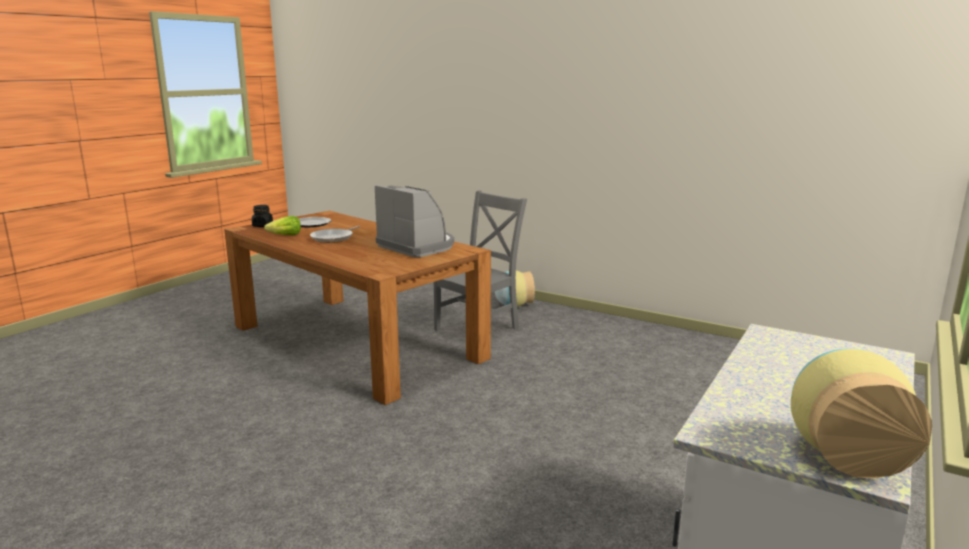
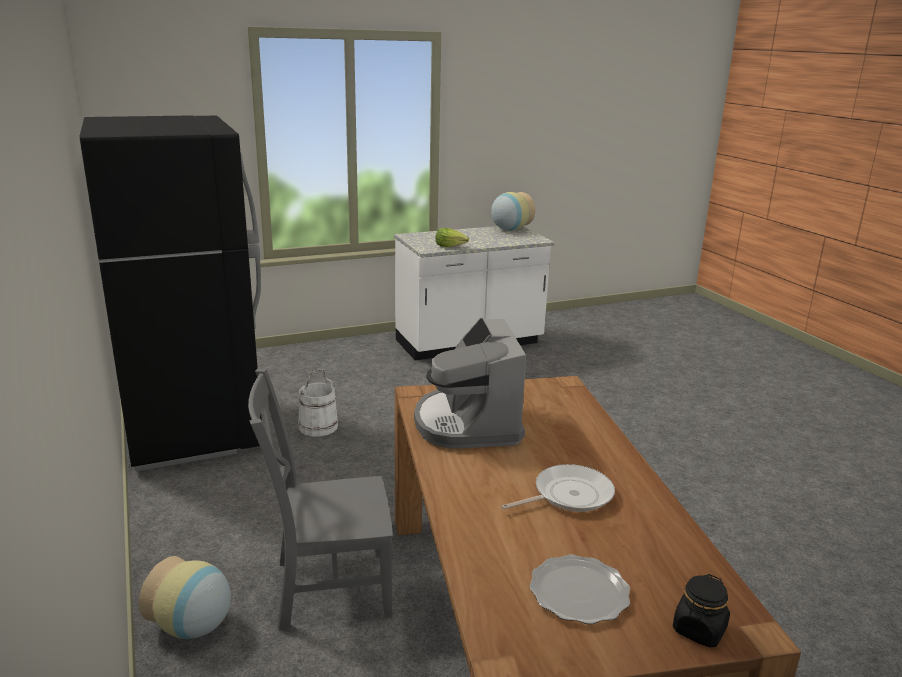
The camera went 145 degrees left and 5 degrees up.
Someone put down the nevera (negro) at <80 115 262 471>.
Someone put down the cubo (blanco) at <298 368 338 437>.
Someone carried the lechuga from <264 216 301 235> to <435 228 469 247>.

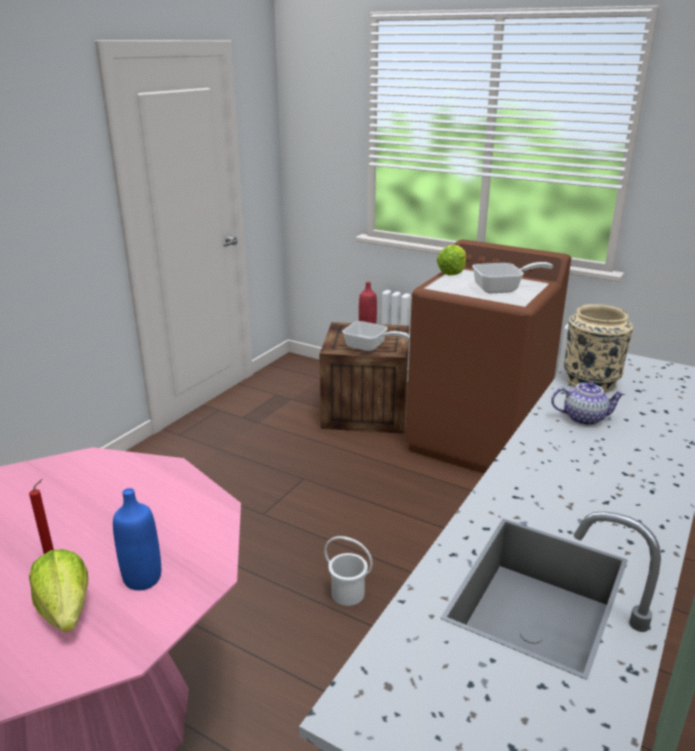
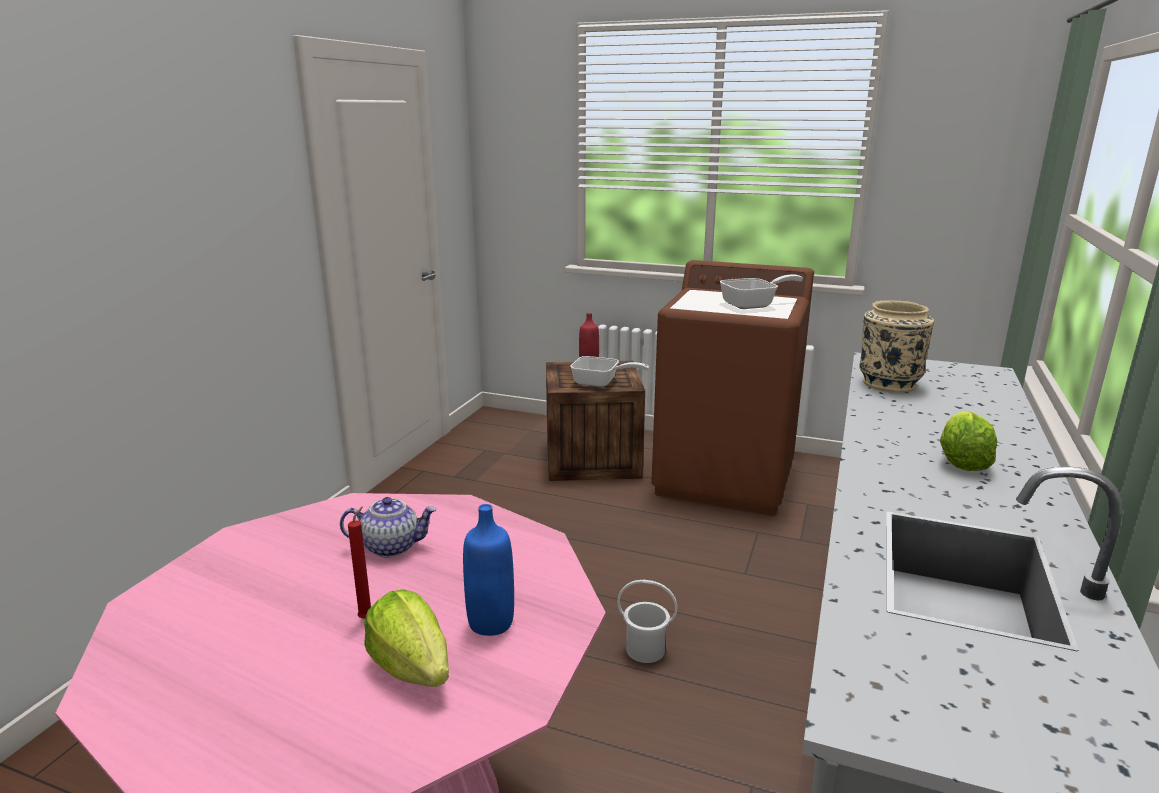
The camera went 10 degrees left and 5 degrees down.
Someone carried the lechuga from <437 245 466 275> to <940 411 998 471>.
Someone carried the tetera from <551 381 625 425> to <340 497 437 557>.

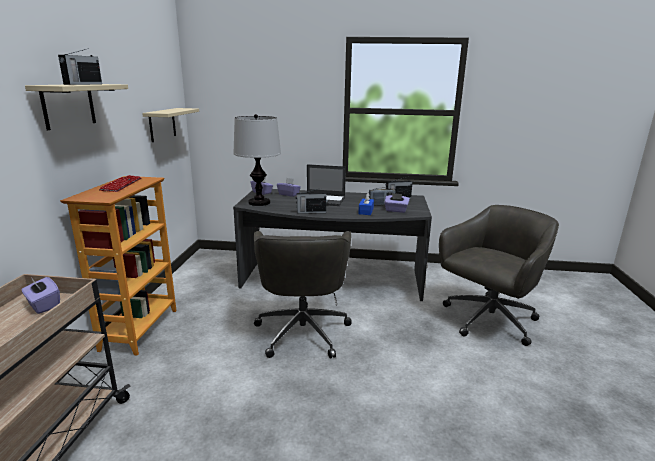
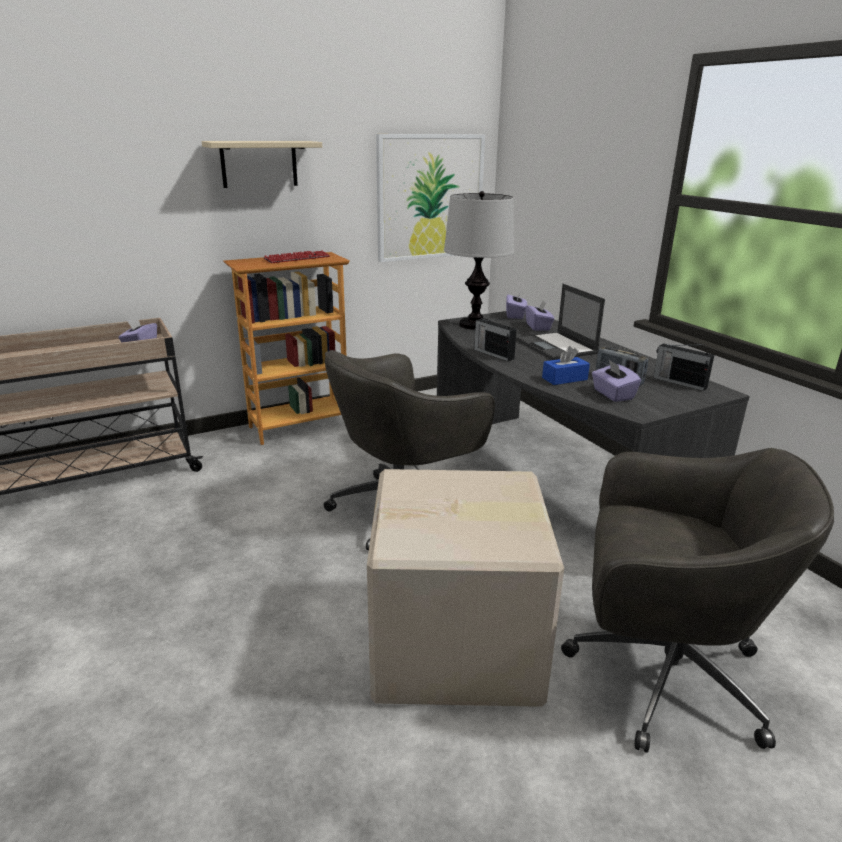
The camera went 55 degrees right and 5 degrees up.
Someone took away the radio at <58 48 102 85>.
Someone put down the caja de cartón at <367 469 564 707>.
Someone swapped the estante (beis) at <142 108 199 142> for the cuadro at <376 134 485 262>.

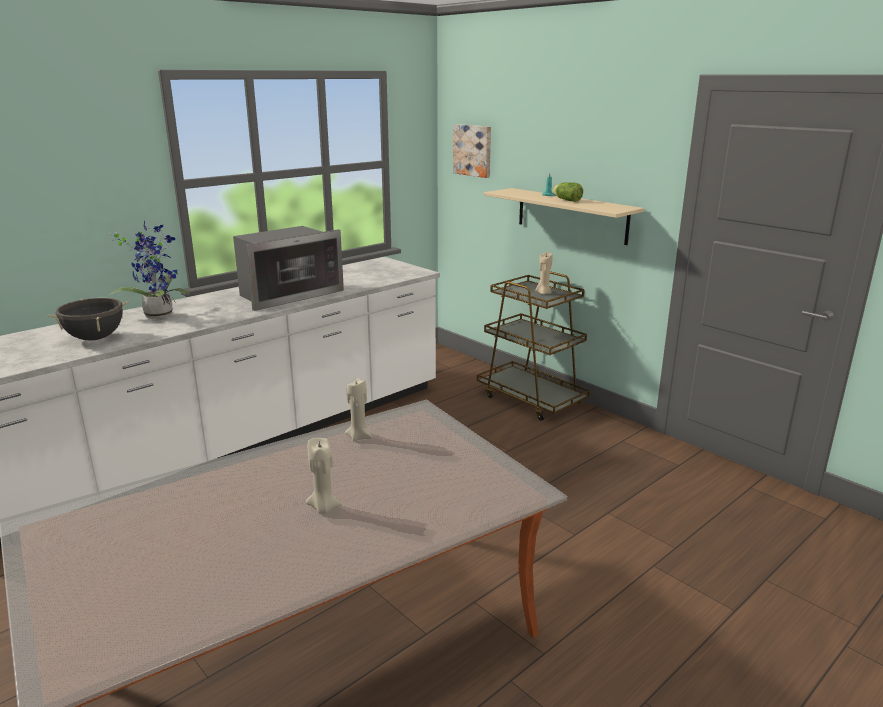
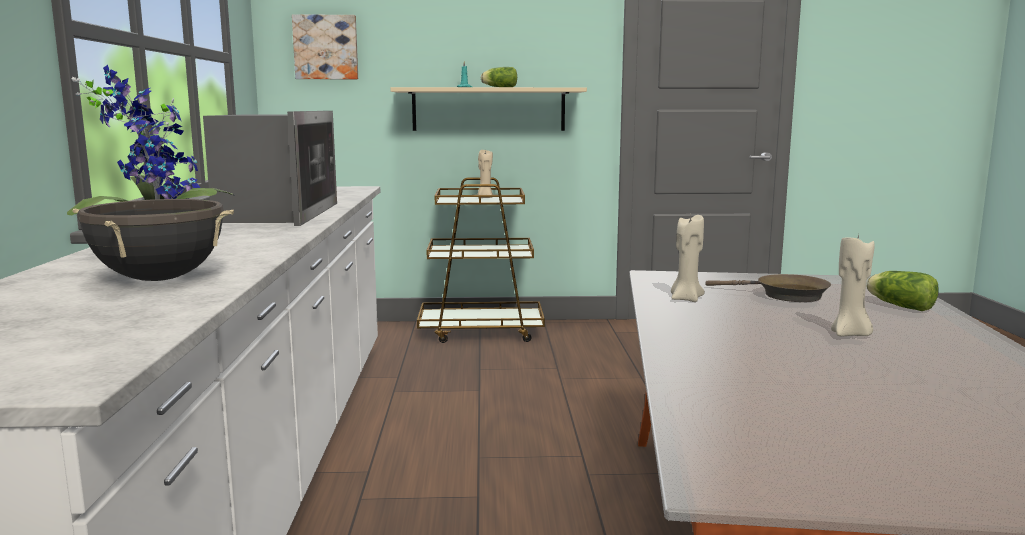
The camera went 50 degrees left and 10 degrees down.
Someone put down the sartén (marrón) at <705 274 831 302>.
Someone put down the lechuga at <866 271 939 311>.

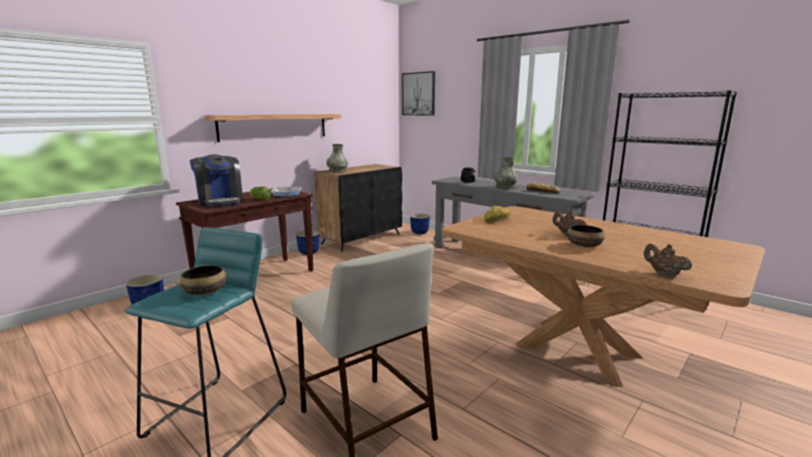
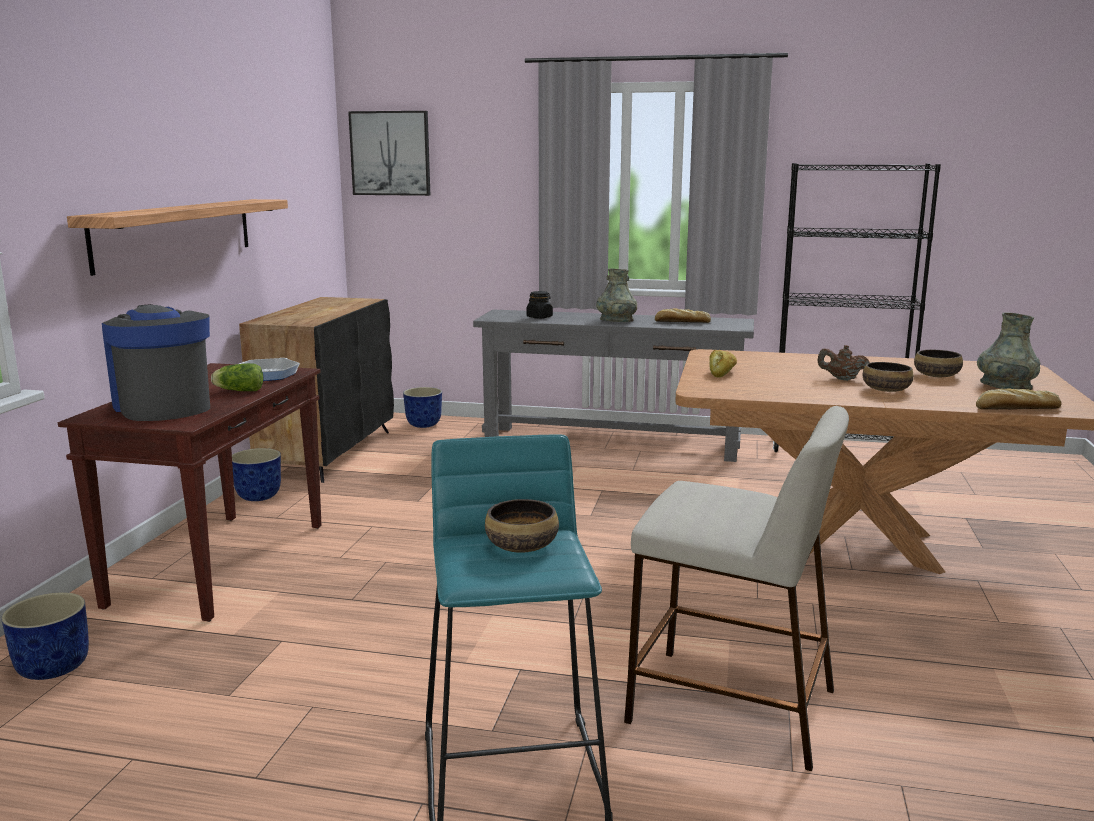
The camera went 30 degrees left and 0 degrees up.
Someone put down the cuenco at <914 350 963 377>.
Someone carried the florero (gris) from <326 144 348 173> to <977 312 1041 390>.
Someone swapped the tetera (marrón) at <644 244 692 277> for the pan at <976 389 1062 409>.
Someone rotated the cafetera at <190 154 243 206> by 150 degrees counterclockwise.

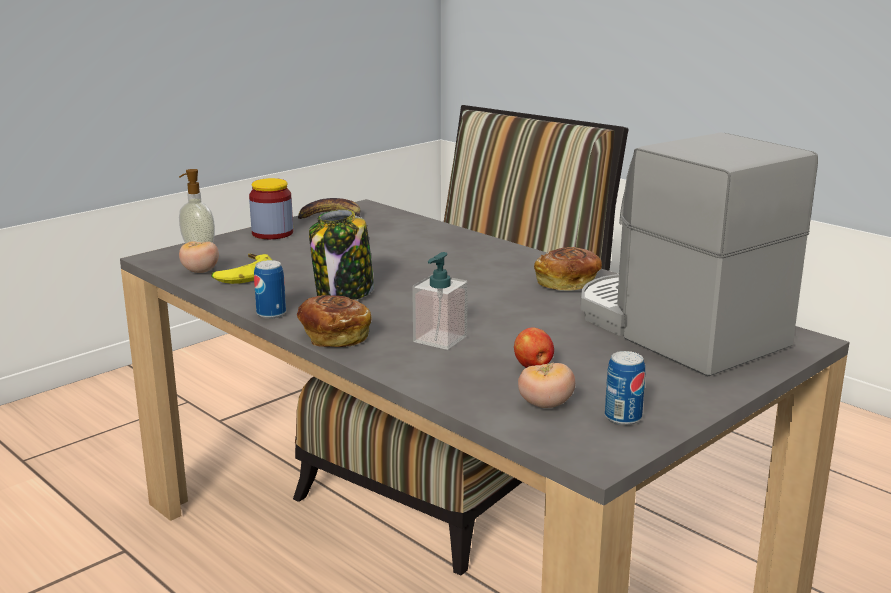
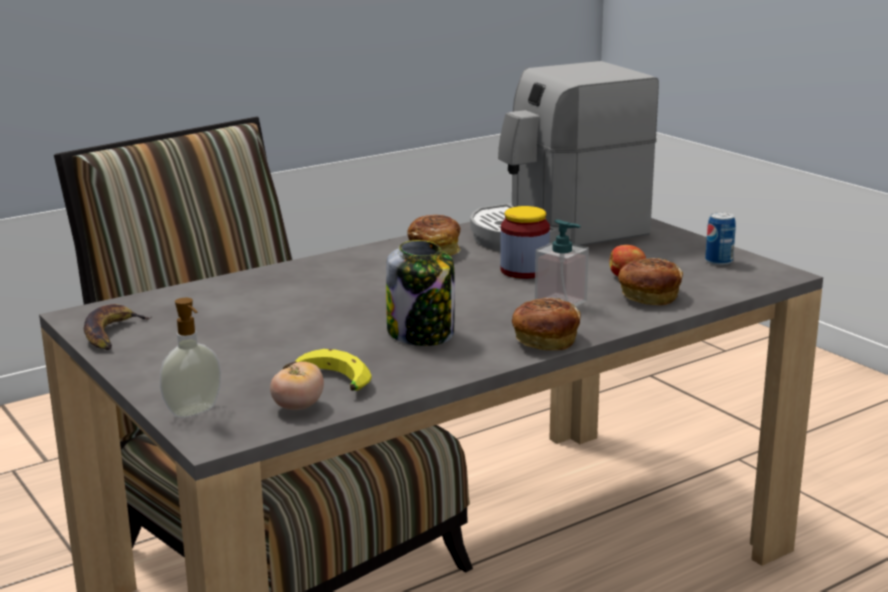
The camera went 80 degrees left and 0 degrees up.
Someone took away the lata at <254 260 286 319>.
Someone took away the tomate at <518 363 575 408>.
Someone put down the pan at <618 258 683 305>.
Someone carried the tarro from <249 178 293 239> to <500 206 550 279>.

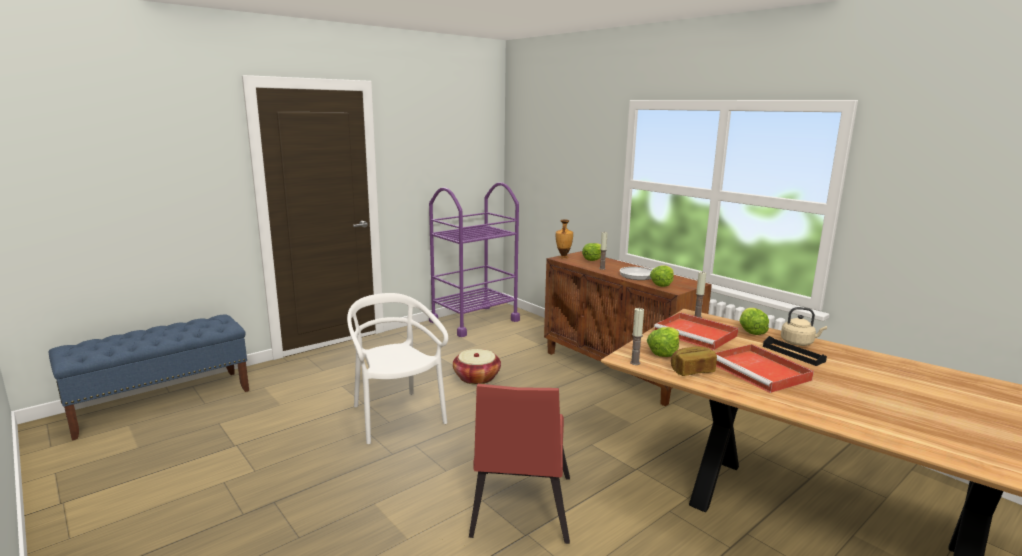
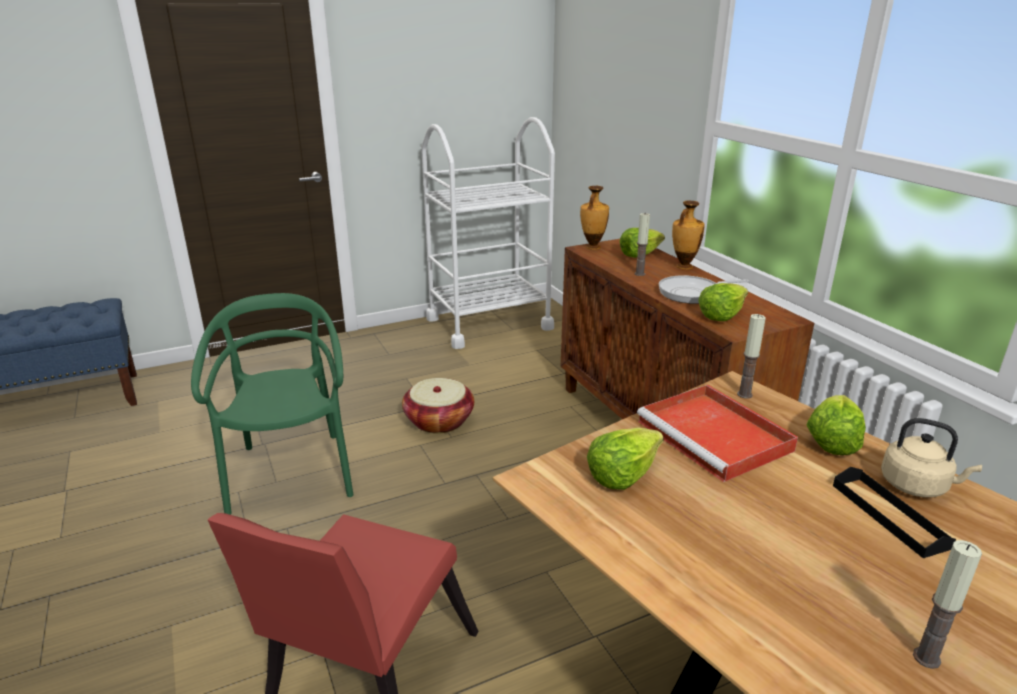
The camera went 15 degrees right and 10 degrees up.
Someone took away the pan at <671 346 717 376>.
Someone took away the bandeja (rojo) at <716 344 814 393>.
Someone put down the florero at <672 201 705 270>.
Someone carried the vela from <630 308 644 365> to <913 540 982 669>.
Someone repainted the silla (blanco) at <347 293 448 444>, which became the silla (verde) at <191 293 353 515>.
Someone repainted the carrito (morado) at <429 182 520 337>, which became the carrito (blanco) at <421 117 555 349>.

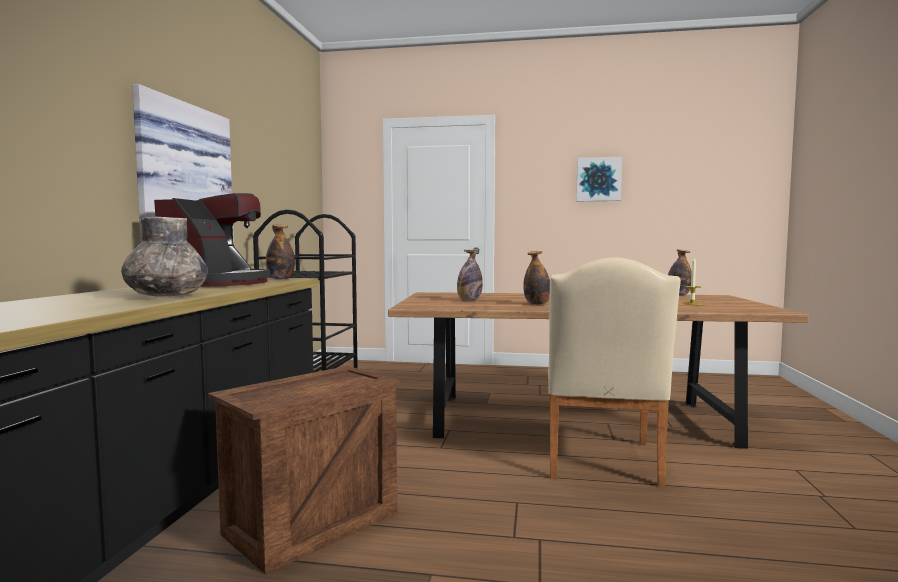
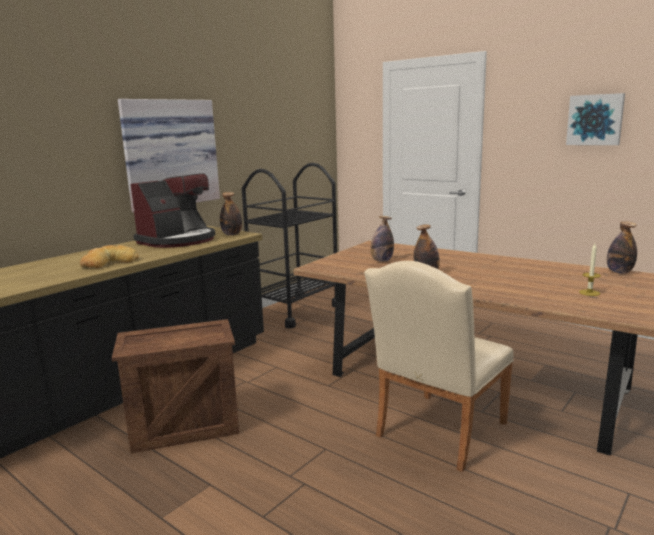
The camera went 30 degrees right and 10 degrees up.
Someone swapped the florero (gris) at <121 217 208 296> for the pan at <80 245 139 268>.

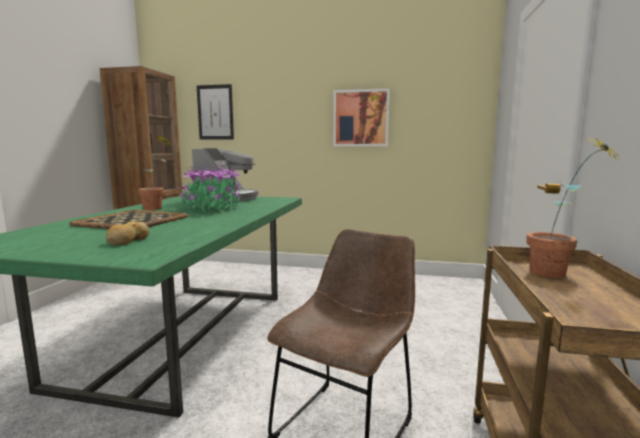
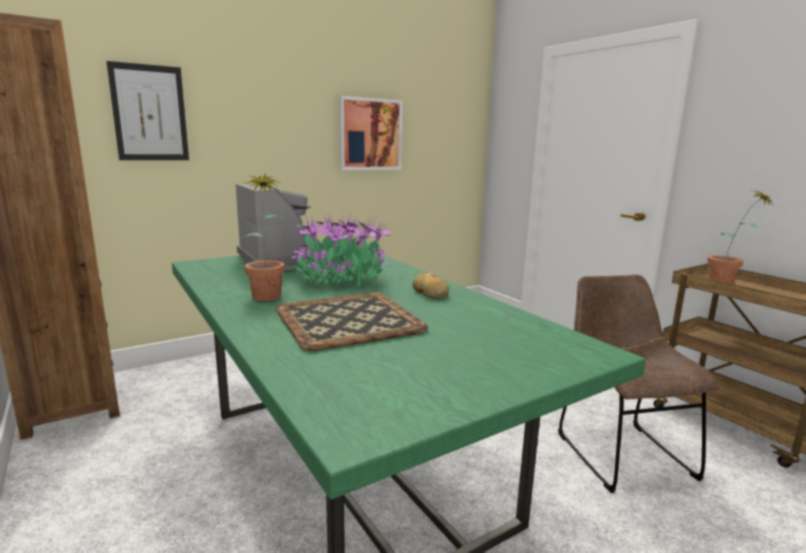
The camera went 45 degrees left and 5 degrees up.
Someone carried the pan from <106 221 149 245> to <412 272 449 299>.

